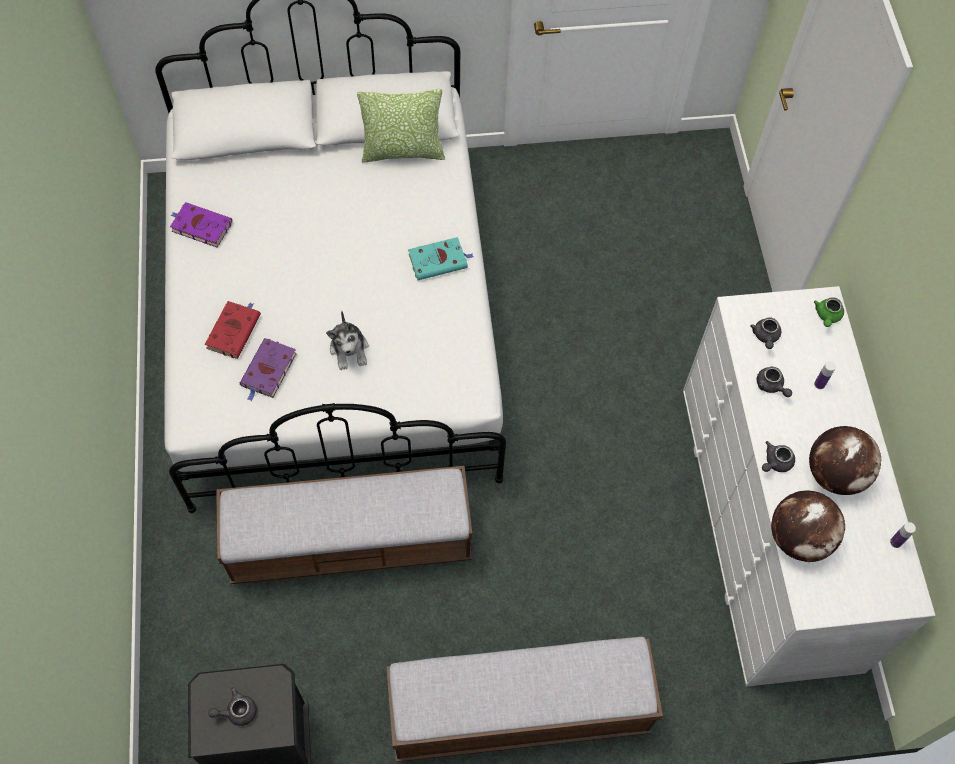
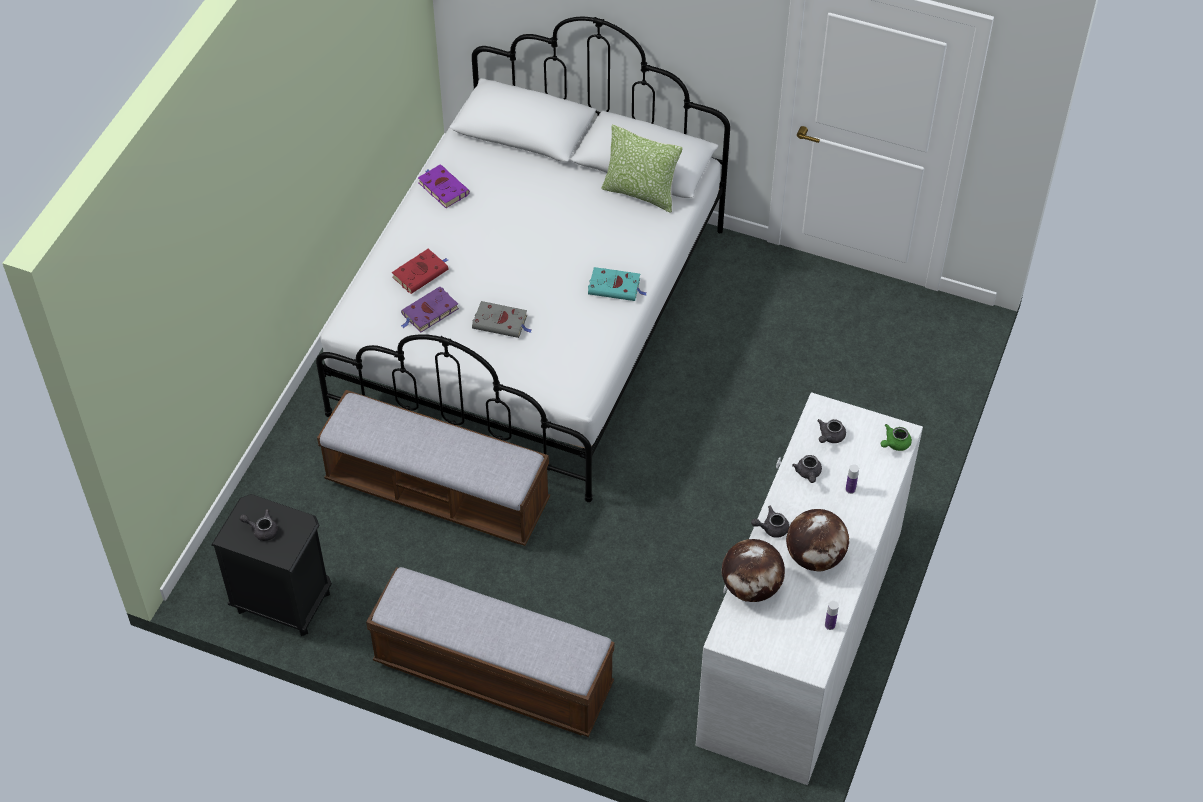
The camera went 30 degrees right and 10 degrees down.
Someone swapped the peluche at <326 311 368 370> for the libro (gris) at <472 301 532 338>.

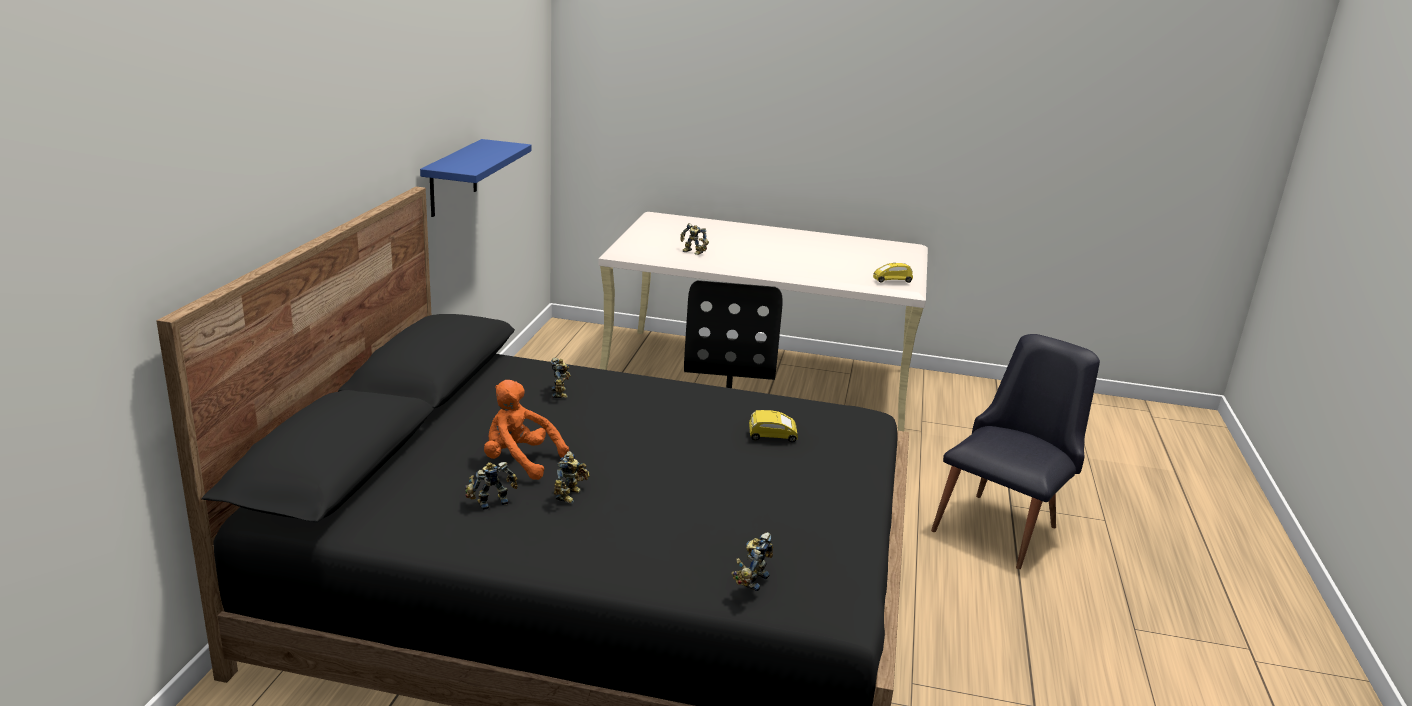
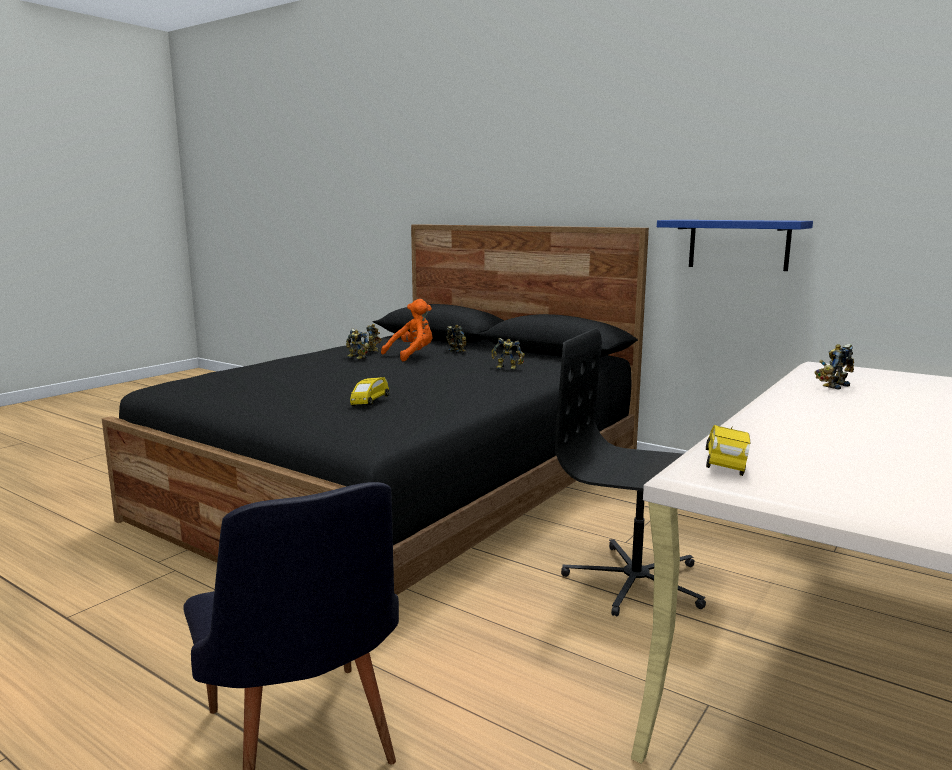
The camera went 115 degrees right and 10 degrees down.
Someone carried the robot de juguete from <731 532 773 591> to <446 325 466 353>.

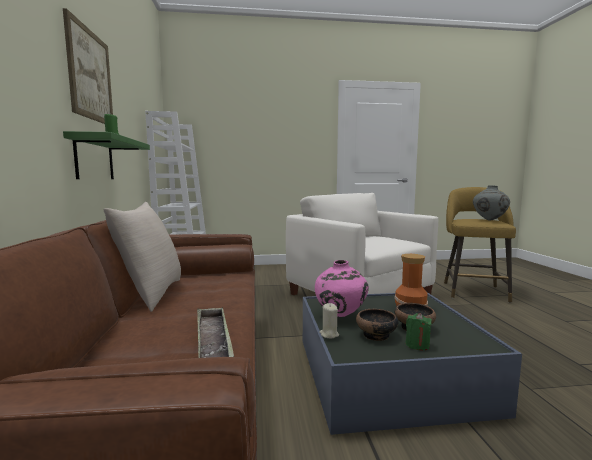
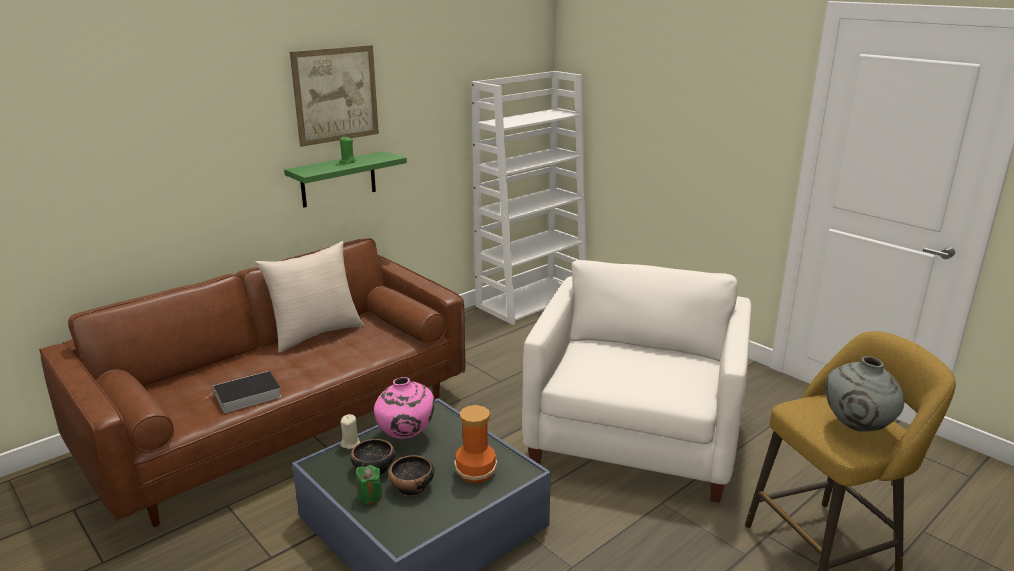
The camera went 55 degrees right and 15 degrees up.
Someone swapped the bandeja at <197 307 234 358> for the libro at <205 371 282 413>.

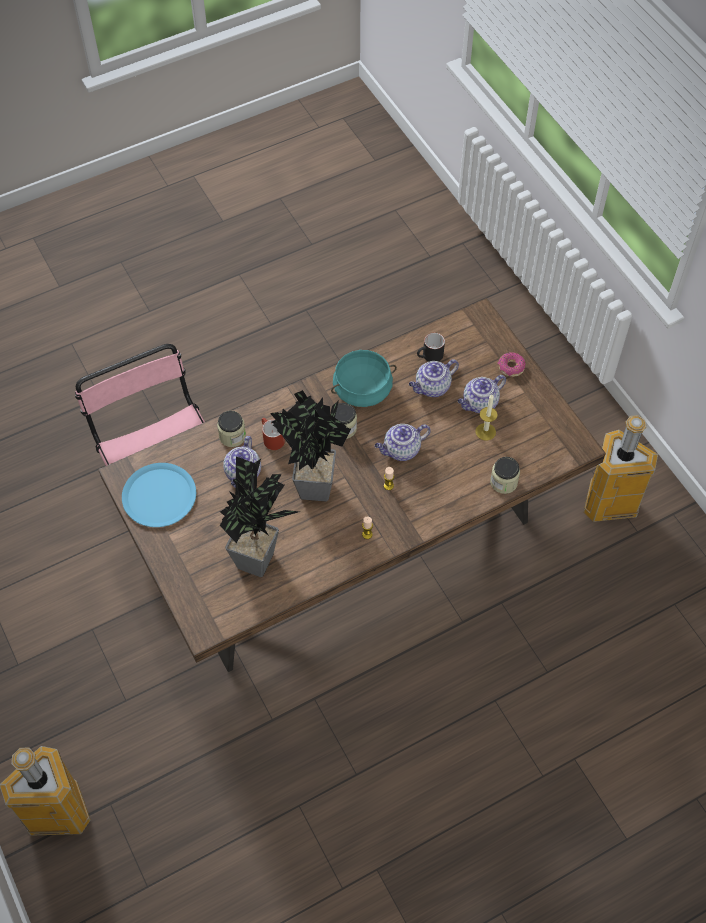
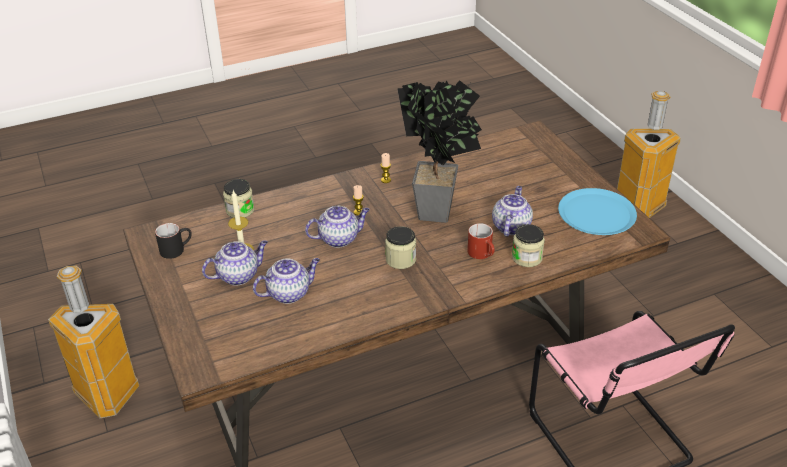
The camera went 175 degrees left and 20 degrees down.
Someone took away the planta en maceta at <220 456 300 577>.
Someone took away the olla (turquesa) at <331 350 397 407>.
Someone took away the rosquilla at <498 352 526 377>.
Someone carried the taza grande (negro) from <417 333 445 362> to <155 223 192 259>.

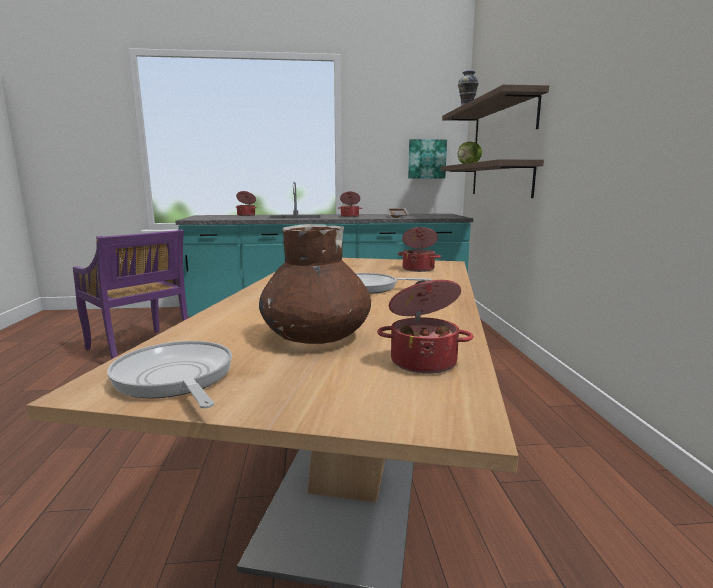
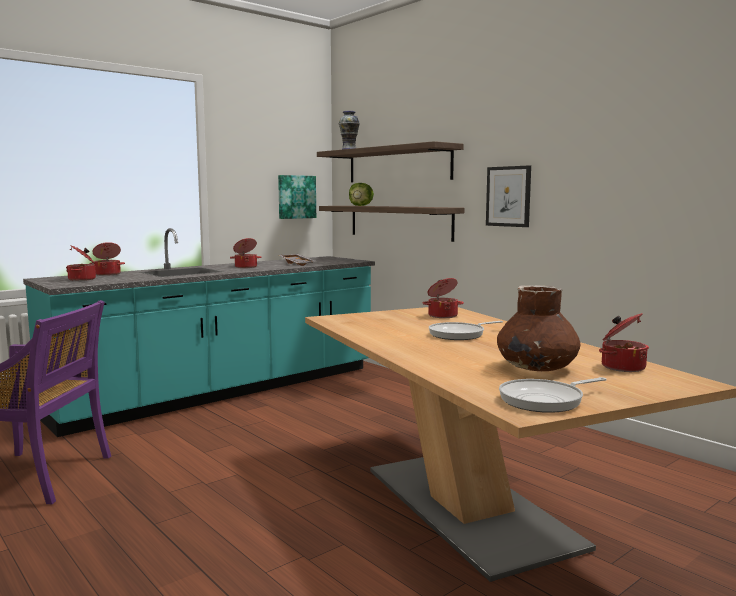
The camera went 35 degrees left and 5 degrees down.
Someone put down the olla at <66 246 96 281>.
Someone put up the cuadro at <486 165 531 227>.
Someone rotated the sartén at <107 341 232 408> by 45 degrees counterclockwise.

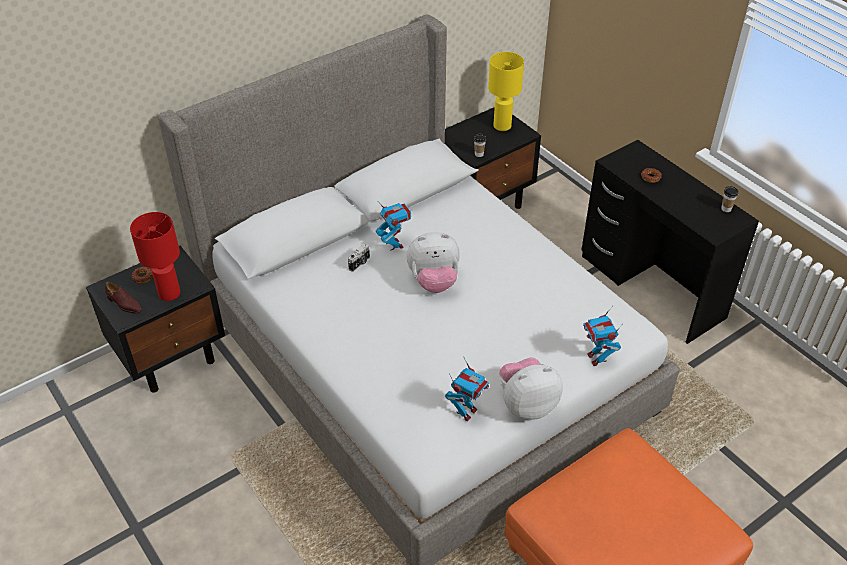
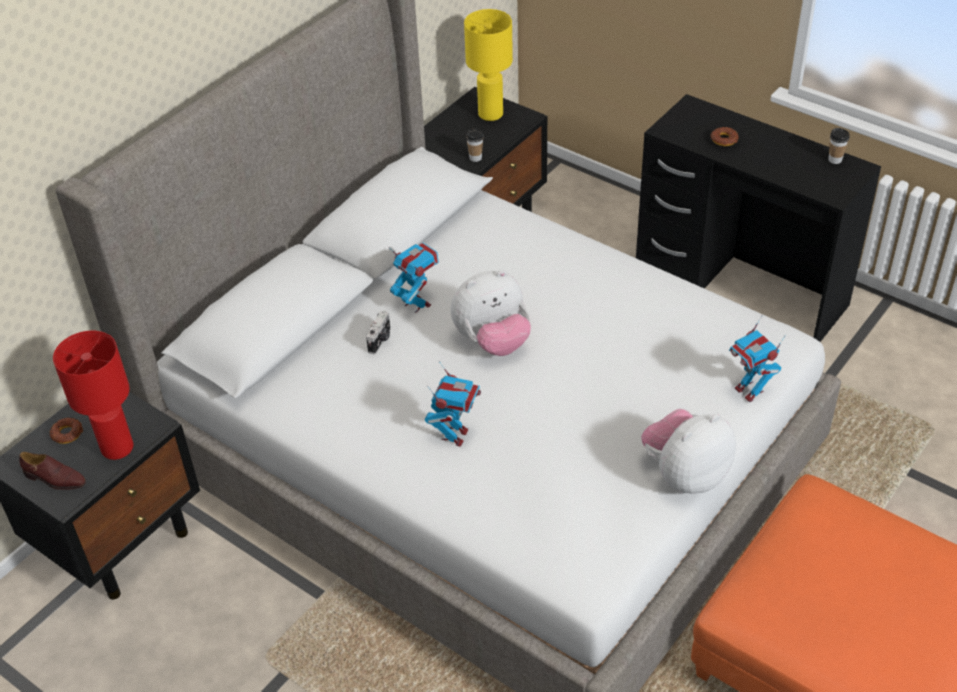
The camera went 15 degrees left and 0 degrees up.
Someone carried the robot de juguete from <445 358 489 421> to <425 361 481 447>.

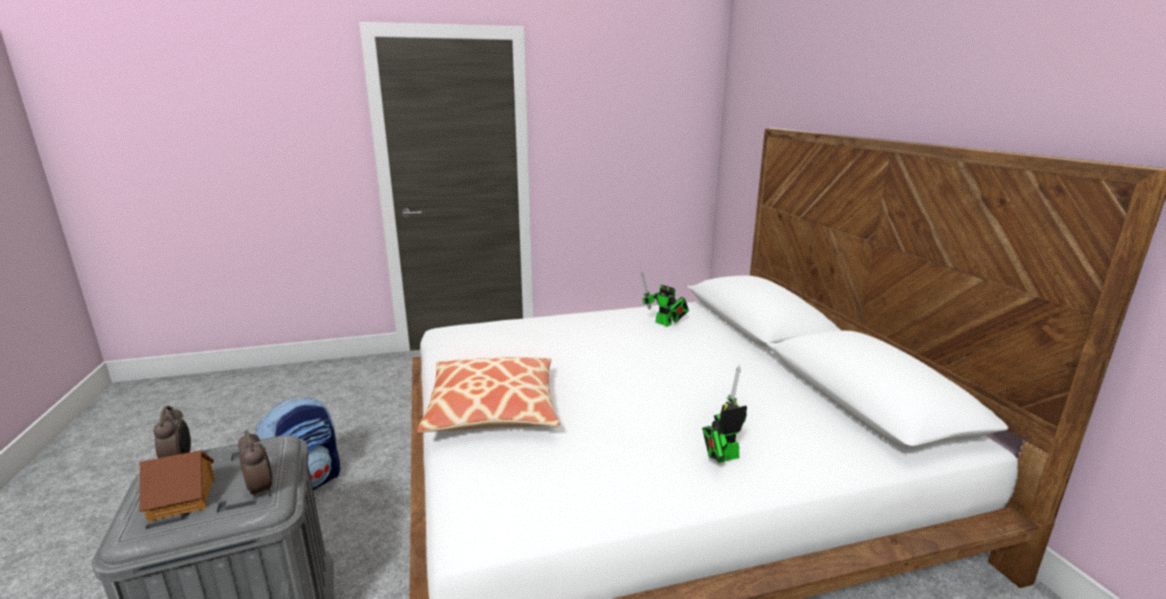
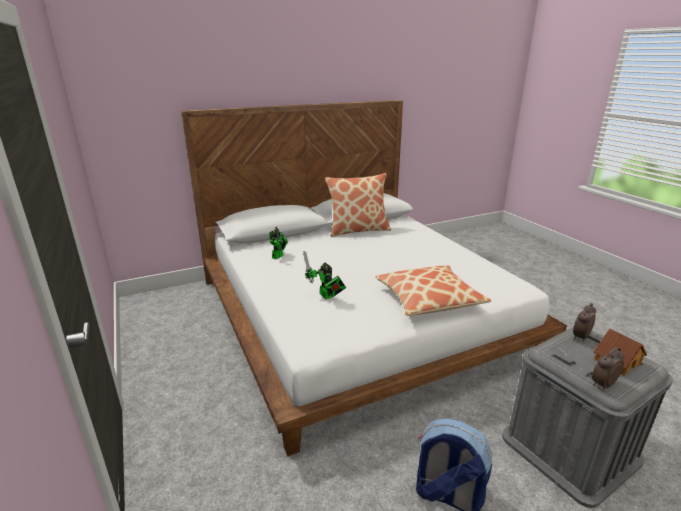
The camera went 100 degrees left and 5 degrees up.
Someone put down the cojín at <325 173 391 237>.
Someone carried the robot de juguete from <702 365 747 463> to <303 251 346 299>.

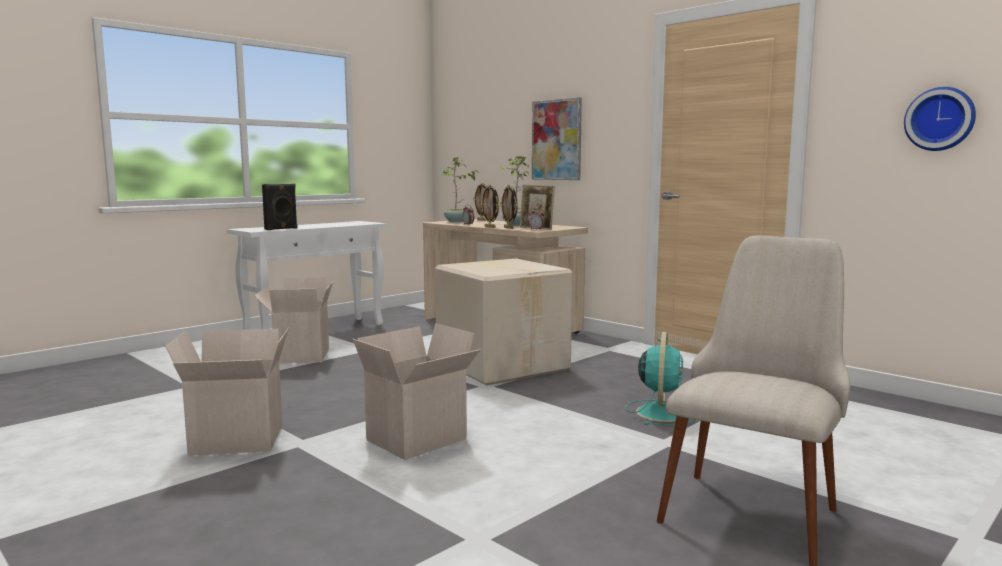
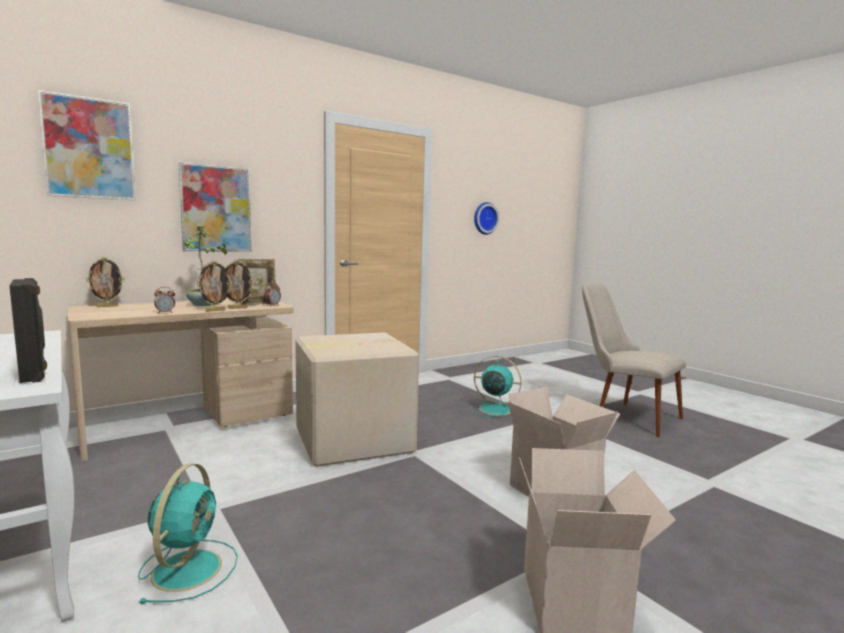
The camera went 80 degrees left and 0 degrees up.
Someone took away the planta en maceta at <443 157 478 222>.
Someone put up the cuadro at <38 90 136 201>.
Someone swapped the caja de cartón at <255 277 333 363> for the ventilador (turquesa) at <138 464 238 604>.

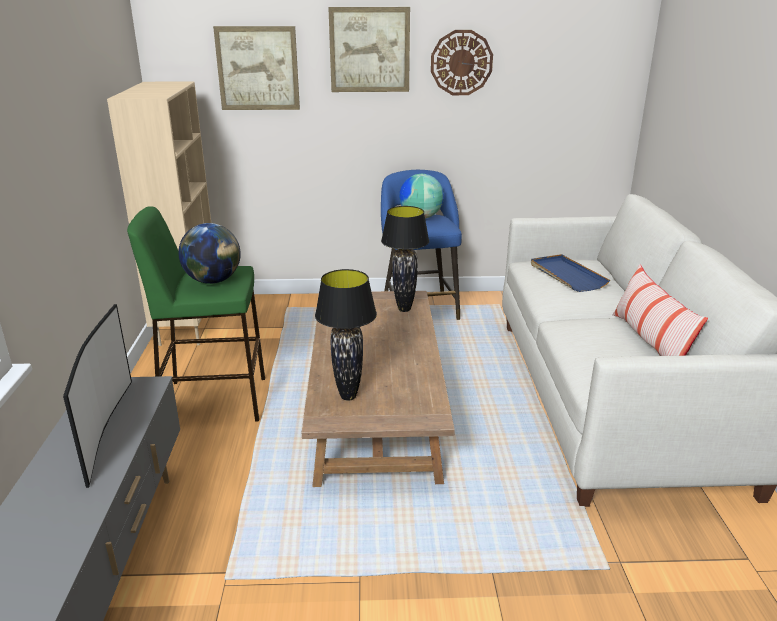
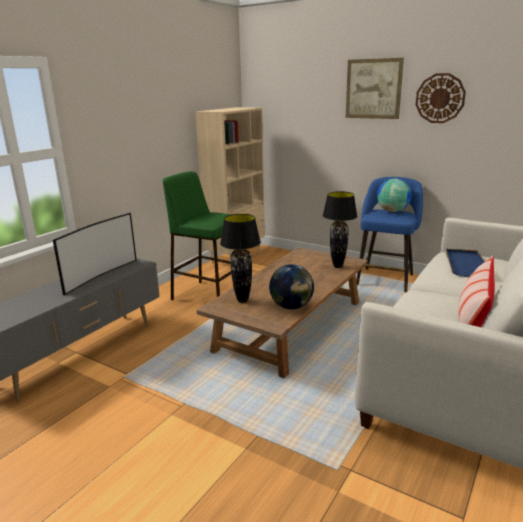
The camera went 35 degrees right and 5 degrees down.
Someone took away the cuadro at <213 26 300 110>.
Someone carried the globo terráqueo from <179 223 241 284> to <269 264 314 309>.

